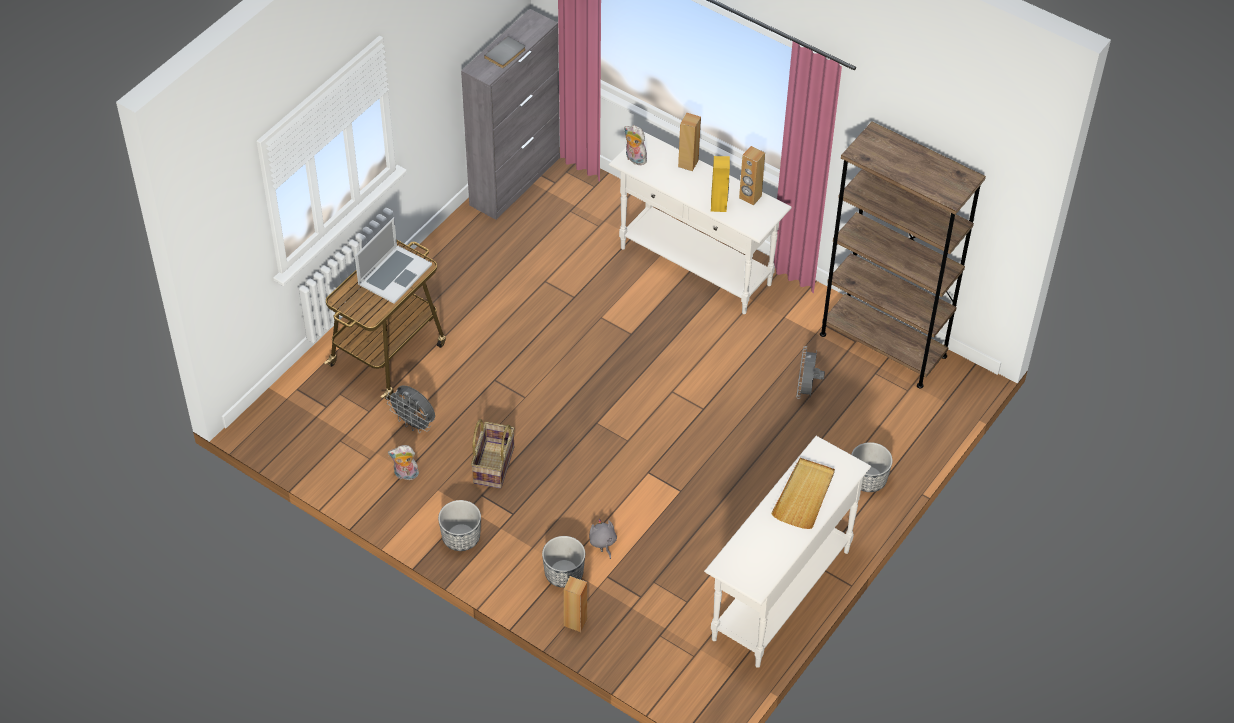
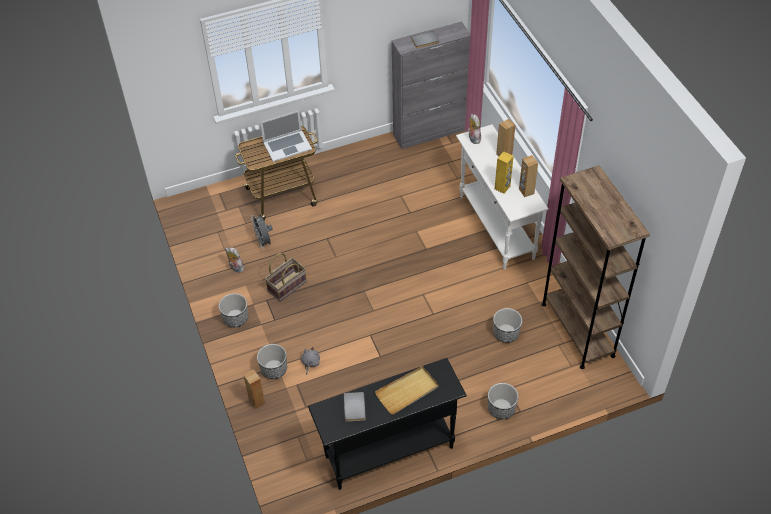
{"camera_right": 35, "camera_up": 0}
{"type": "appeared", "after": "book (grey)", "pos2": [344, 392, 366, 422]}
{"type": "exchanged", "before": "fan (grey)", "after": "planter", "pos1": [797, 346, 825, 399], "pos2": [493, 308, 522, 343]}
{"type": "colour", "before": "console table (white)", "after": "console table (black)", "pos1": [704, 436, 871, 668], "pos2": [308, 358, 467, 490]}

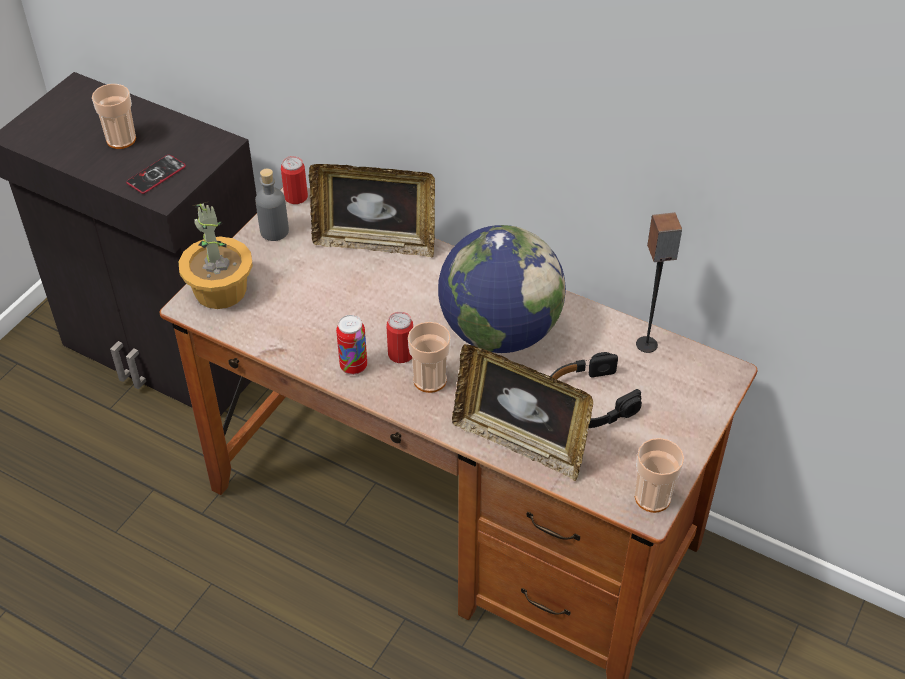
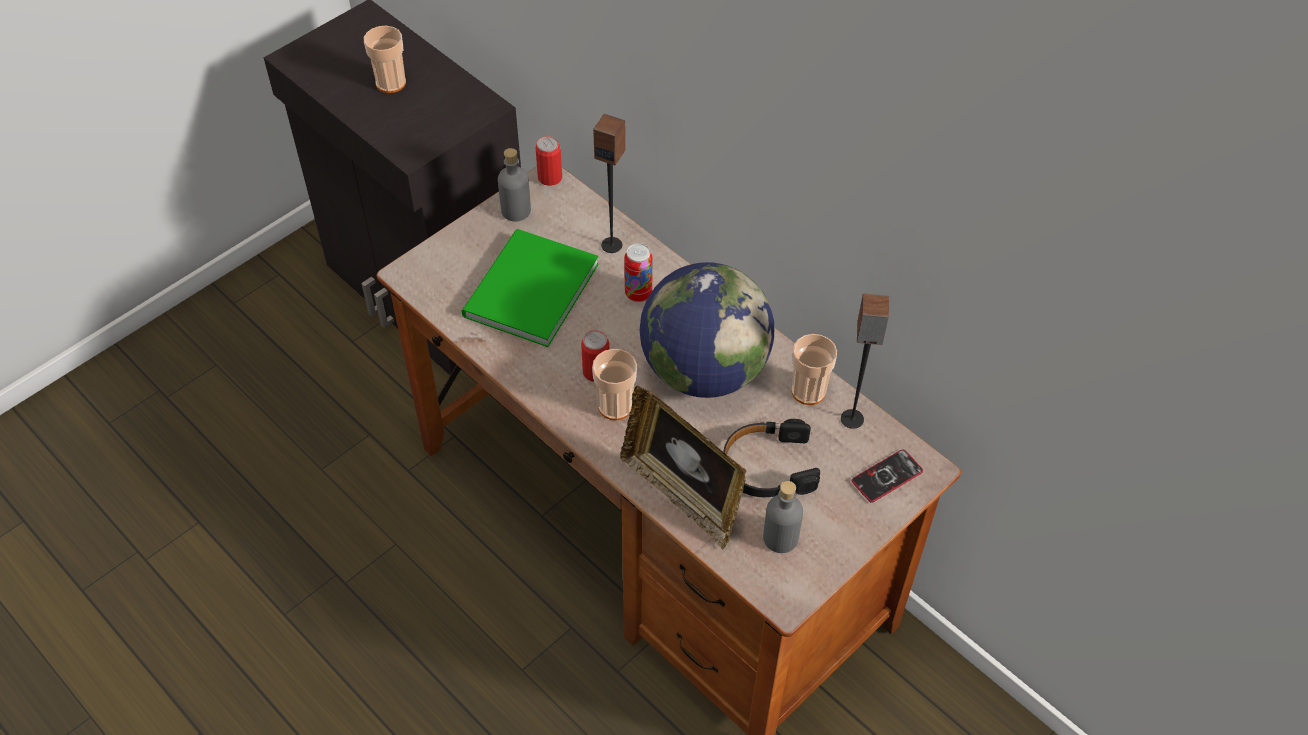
{"camera_right": 15, "camera_up": 5}
{"type": "missing", "before": "potted plant", "pos1": [179, 201, 253, 309]}
{"type": "appeared", "after": "book (green)", "pos2": [462, 229, 599, 347]}
{"type": "appeared", "after": "bottle (grey)", "pos2": [763, 481, 803, 553]}
{"type": "relocated", "before": "phone", "pos1": [126, 155, 186, 194], "pos2": [852, 449, 923, 502]}
{"type": "relocated", "before": "can", "pos1": [336, 315, 367, 375], "pos2": [624, 243, 653, 302]}
{"type": "relocated", "before": "cup", "pos1": [635, 438, 684, 513], "pos2": [792, 334, 837, 405]}
{"type": "exchanged", "before": "picture frame", "after": "speaker", "pos1": [309, 164, 435, 258], "pos2": [593, 114, 626, 253]}

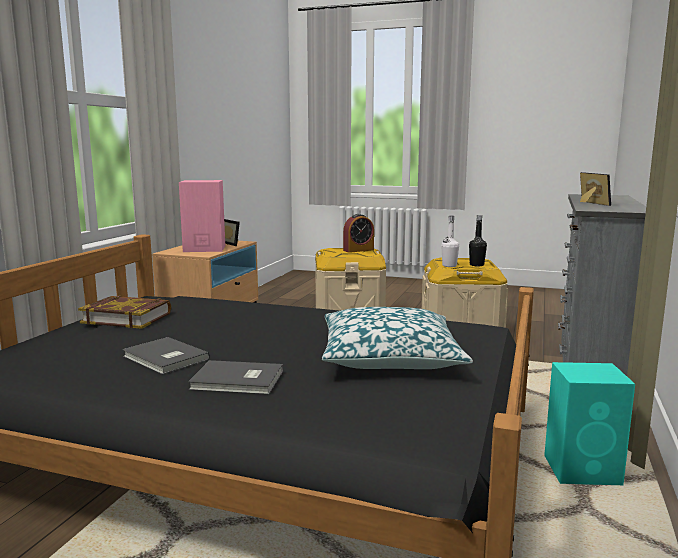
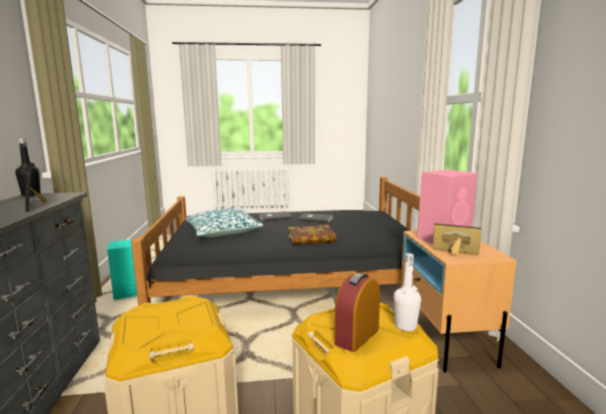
{"camera_right": 155, "camera_up": 0}
{"type": "relocated", "before": "book", "pos1": [78, 296, 171, 329], "pos2": [288, 225, 336, 245]}
{"type": "relocated", "before": "bottle (white)", "pos1": [441, 216, 459, 267], "pos2": [394, 253, 421, 331]}
{"type": "relocated", "before": "bottle (black)", "pos1": [469, 215, 487, 266], "pos2": [15, 138, 41, 196]}

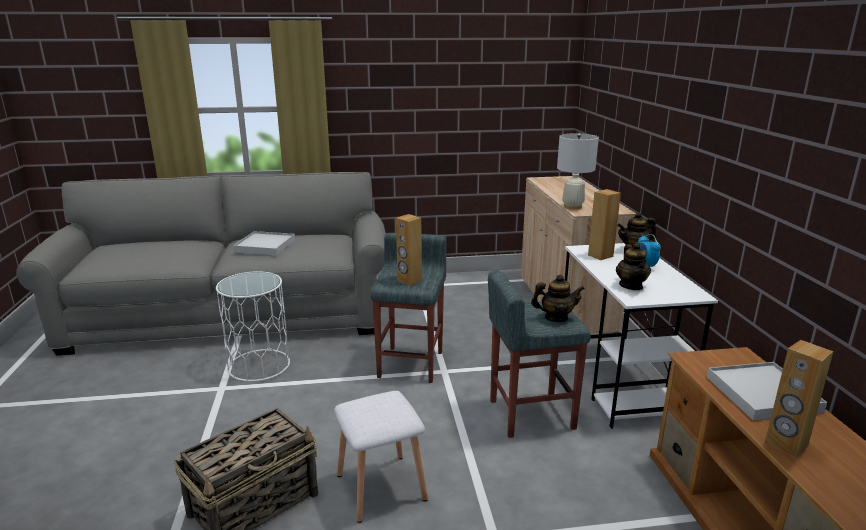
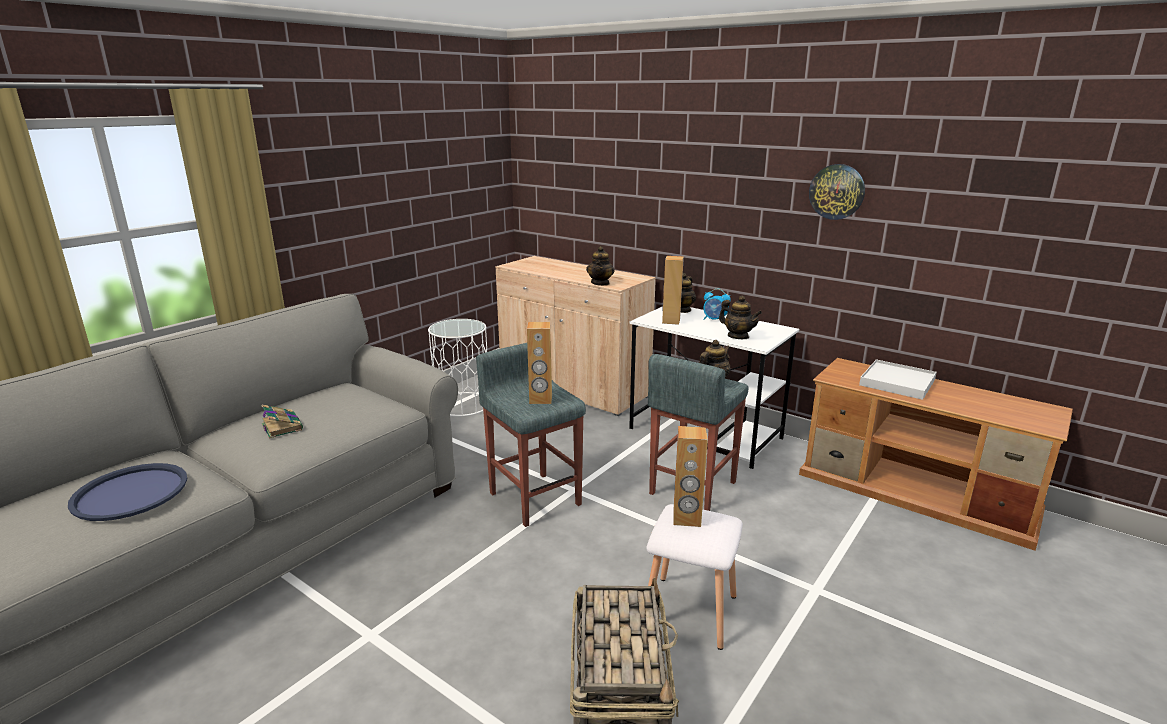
{"camera_right": -45, "camera_up": 0}
{"type": "appeared", "after": "tray (blue)", "pos2": [68, 463, 187, 521]}
{"type": "appeared", "after": "wall clock", "pos2": [809, 164, 865, 220]}
{"type": "relocated", "before": "side table (white)", "pos1": [216, 271, 290, 382], "pos2": [428, 319, 487, 417]}
{"type": "relocated", "before": "speaker (brown)", "pos1": [765, 340, 833, 457], "pos2": [673, 426, 708, 527]}
{"type": "exchanged", "before": "tray (white)", "after": "book", "pos1": [233, 231, 295, 255], "pos2": [261, 405, 303, 439]}
{"type": "exchanged", "before": "table lamp (white)", "after": "teapot", "pos1": [557, 133, 599, 210], "pos2": [586, 246, 615, 286]}

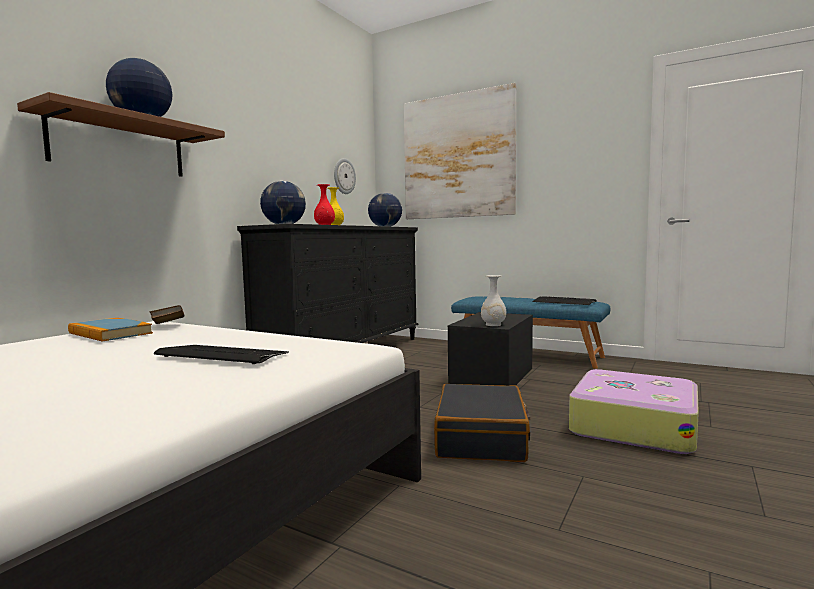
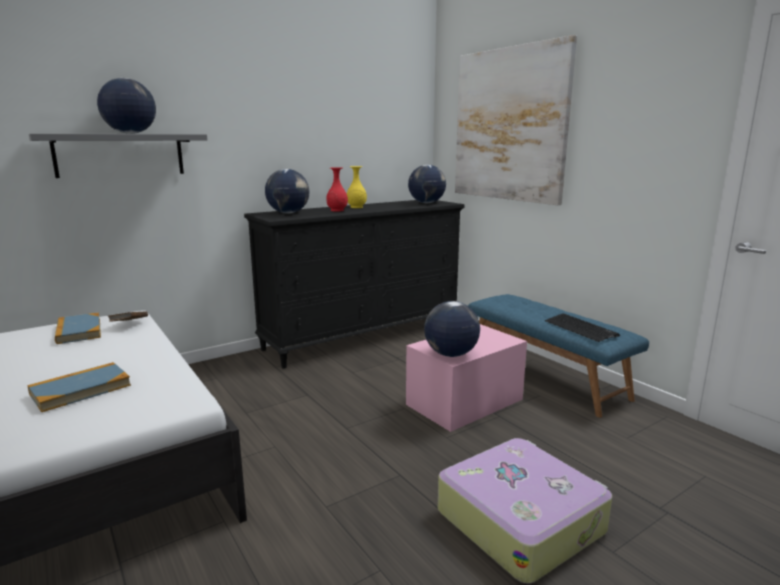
{"camera_right": 25, "camera_up": 10}
{"type": "missing", "before": "wall clock", "pos1": [334, 158, 356, 194]}
{"type": "missing", "before": "suitcase (black)", "pos1": [434, 384, 531, 462]}
{"type": "exchanged", "before": "keyboard", "after": "book", "pos1": [154, 345, 289, 364], "pos2": [27, 362, 131, 412]}
{"type": "exchanged", "before": "vase (white)", "after": "globe", "pos1": [481, 275, 506, 326], "pos2": [424, 301, 480, 357]}
{"type": "colour", "before": "shelf (brown)", "after": "shelf (grey)", "pos1": [17, 92, 225, 177], "pos2": [29, 134, 207, 178]}
{"type": "colour", "before": "storage box (black)", "after": "storage box (pink)", "pos1": [448, 312, 533, 386], "pos2": [406, 324, 527, 432]}

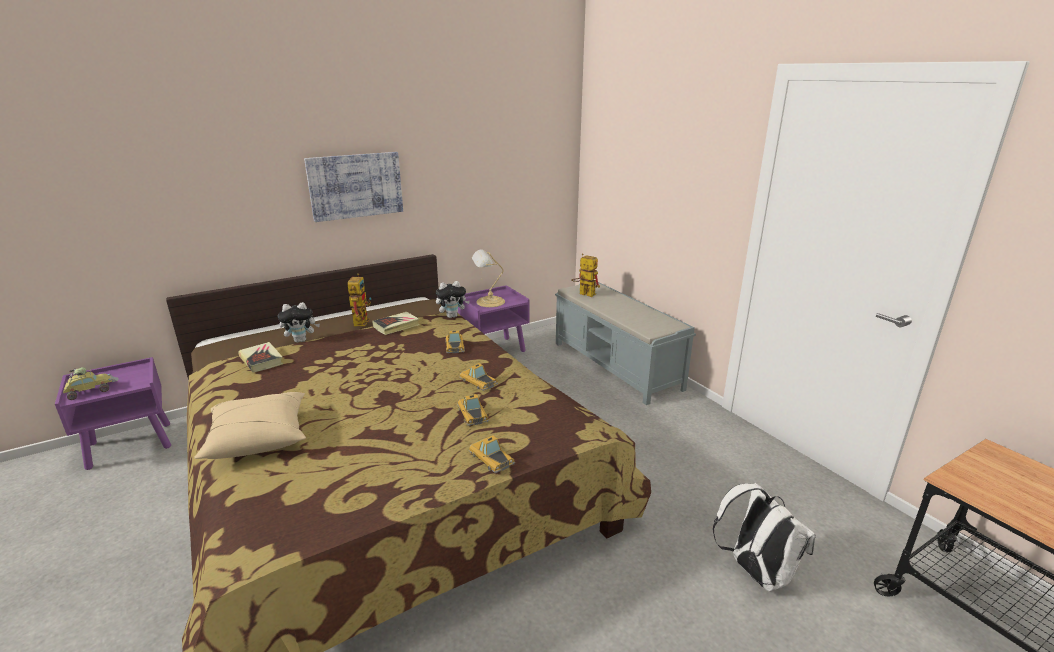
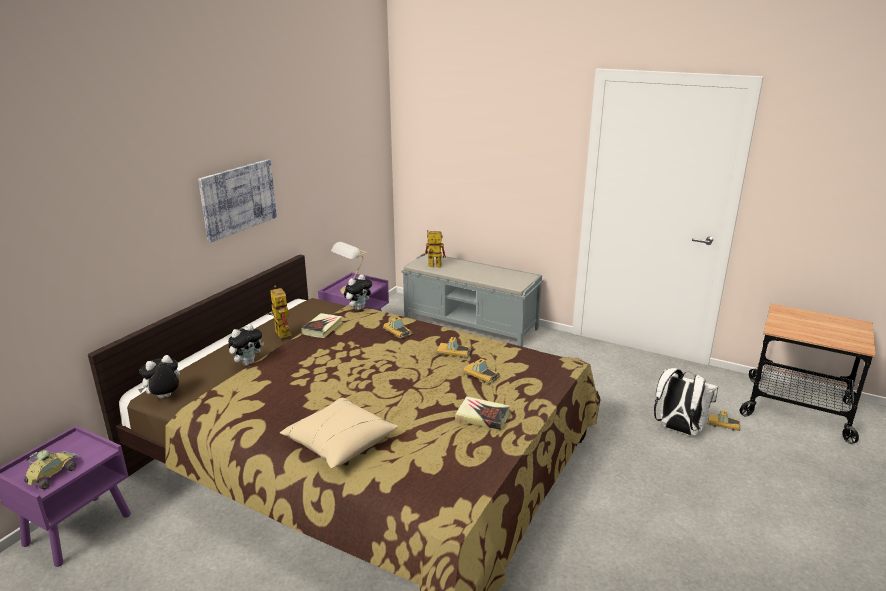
{"camera_right": -30, "camera_up": 0}
{"type": "appeared", "after": "plush toy", "pos2": [138, 355, 180, 398]}
{"type": "relocated", "before": "book", "pos1": [239, 342, 283, 372], "pos2": [455, 396, 510, 430]}
{"type": "relocated", "before": "toy car", "pos1": [469, 436, 515, 473], "pos2": [707, 410, 740, 431]}

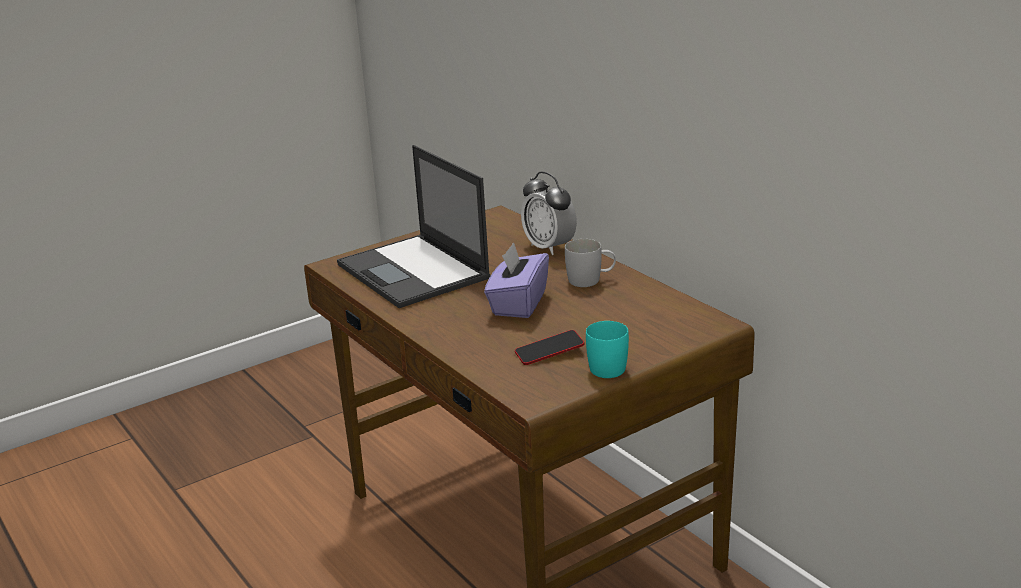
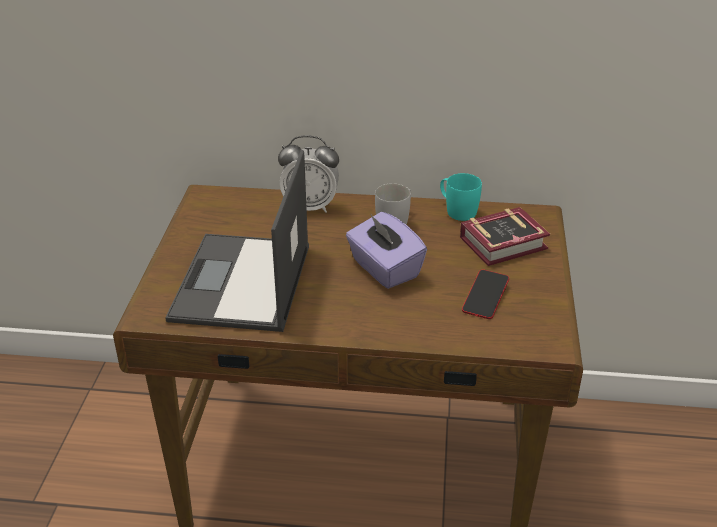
{"camera_right": -50, "camera_up": 10}
{"type": "appeared", "after": "book", "pos2": [460, 207, 550, 266]}
{"type": "relocated", "before": "mug (turquoise)", "pos1": [586, 321, 629, 378], "pos2": [440, 173, 482, 221]}
{"type": "spun", "before": "laptop", "pos1": [337, 145, 491, 308], "pos2": [165, 150, 309, 332], "turn": 90}

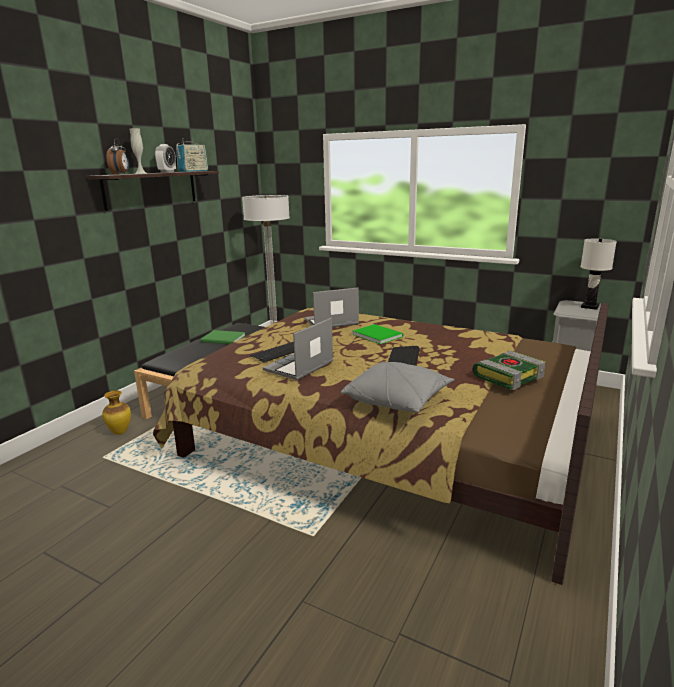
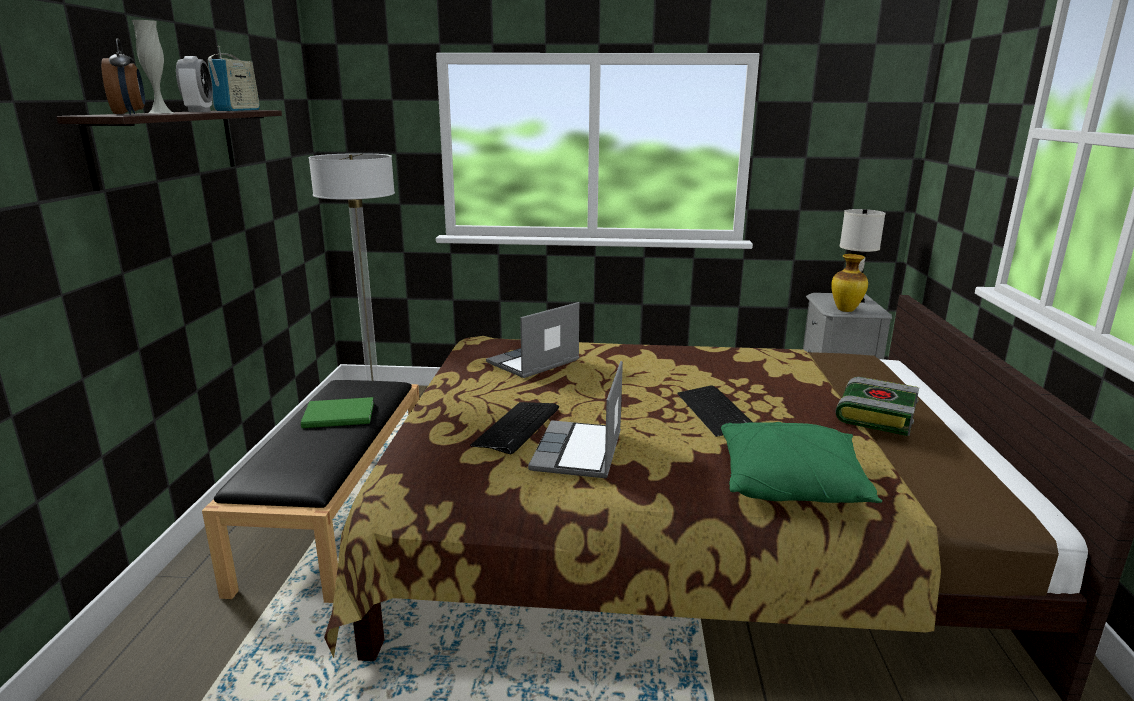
{"camera_right": -25, "camera_up": 0}
{"type": "missing", "before": "book (green)", "pos1": [352, 324, 403, 344]}
{"type": "relocated", "before": "vase", "pos1": [102, 390, 131, 435], "pos2": [831, 254, 868, 312]}
{"type": "colour", "before": "pillow (grey)", "after": "pillow (green)", "pos1": [341, 362, 454, 413], "pos2": [721, 422, 882, 503]}

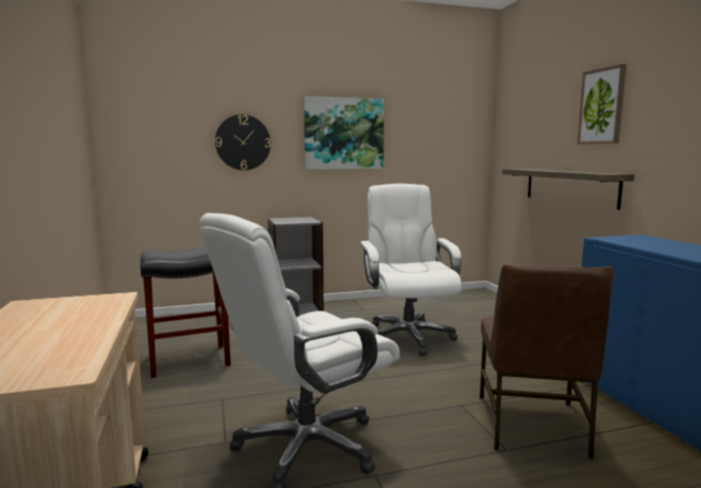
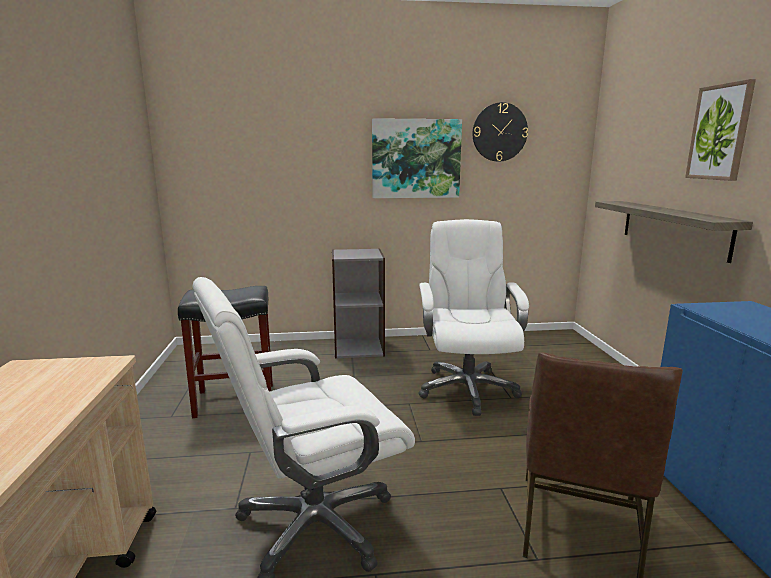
{"camera_right": 10, "camera_up": 5}
{"type": "relocated", "before": "wall clock", "pos1": [215, 114, 271, 170], "pos2": [472, 102, 528, 162]}

